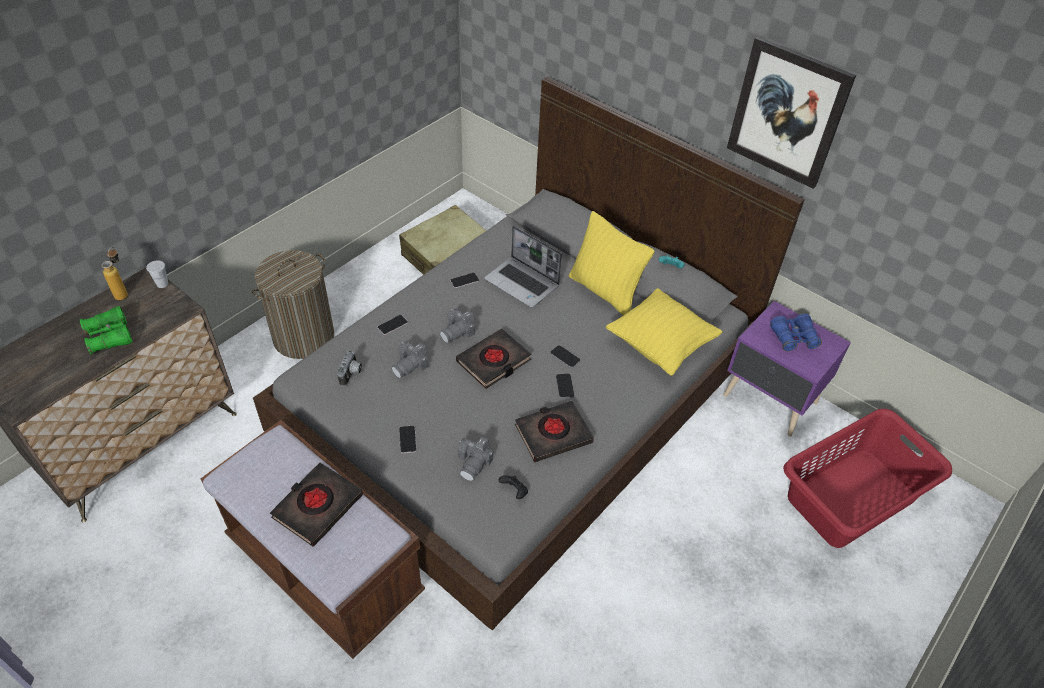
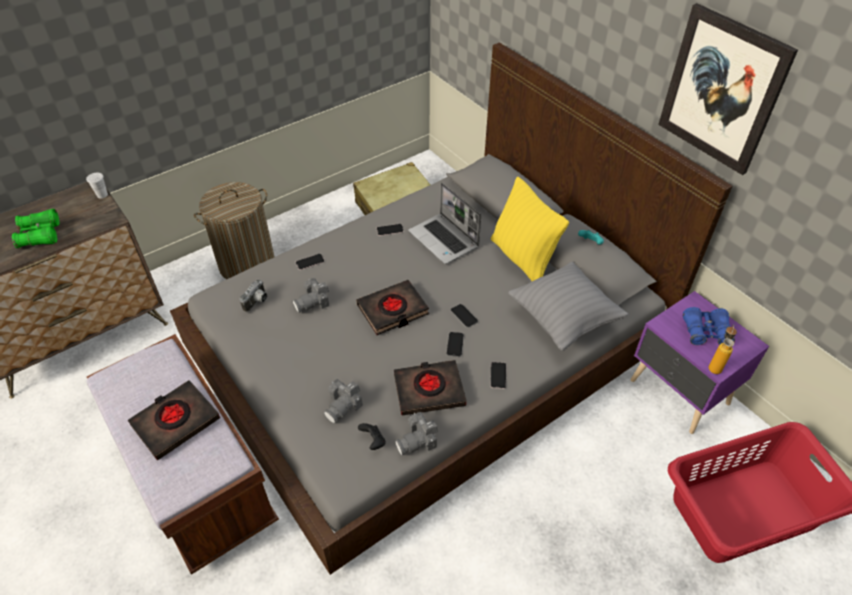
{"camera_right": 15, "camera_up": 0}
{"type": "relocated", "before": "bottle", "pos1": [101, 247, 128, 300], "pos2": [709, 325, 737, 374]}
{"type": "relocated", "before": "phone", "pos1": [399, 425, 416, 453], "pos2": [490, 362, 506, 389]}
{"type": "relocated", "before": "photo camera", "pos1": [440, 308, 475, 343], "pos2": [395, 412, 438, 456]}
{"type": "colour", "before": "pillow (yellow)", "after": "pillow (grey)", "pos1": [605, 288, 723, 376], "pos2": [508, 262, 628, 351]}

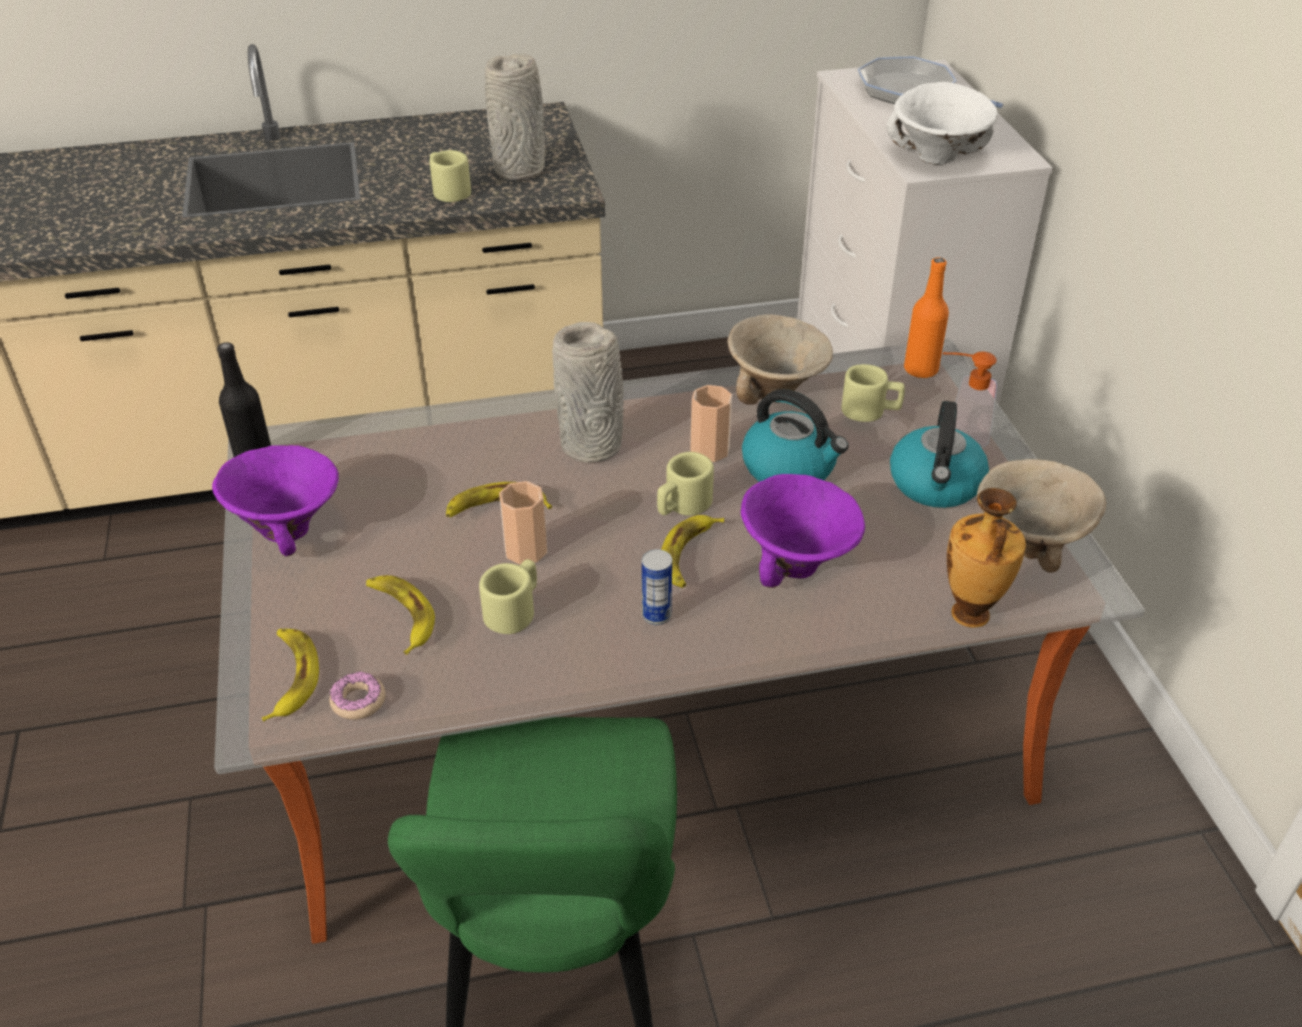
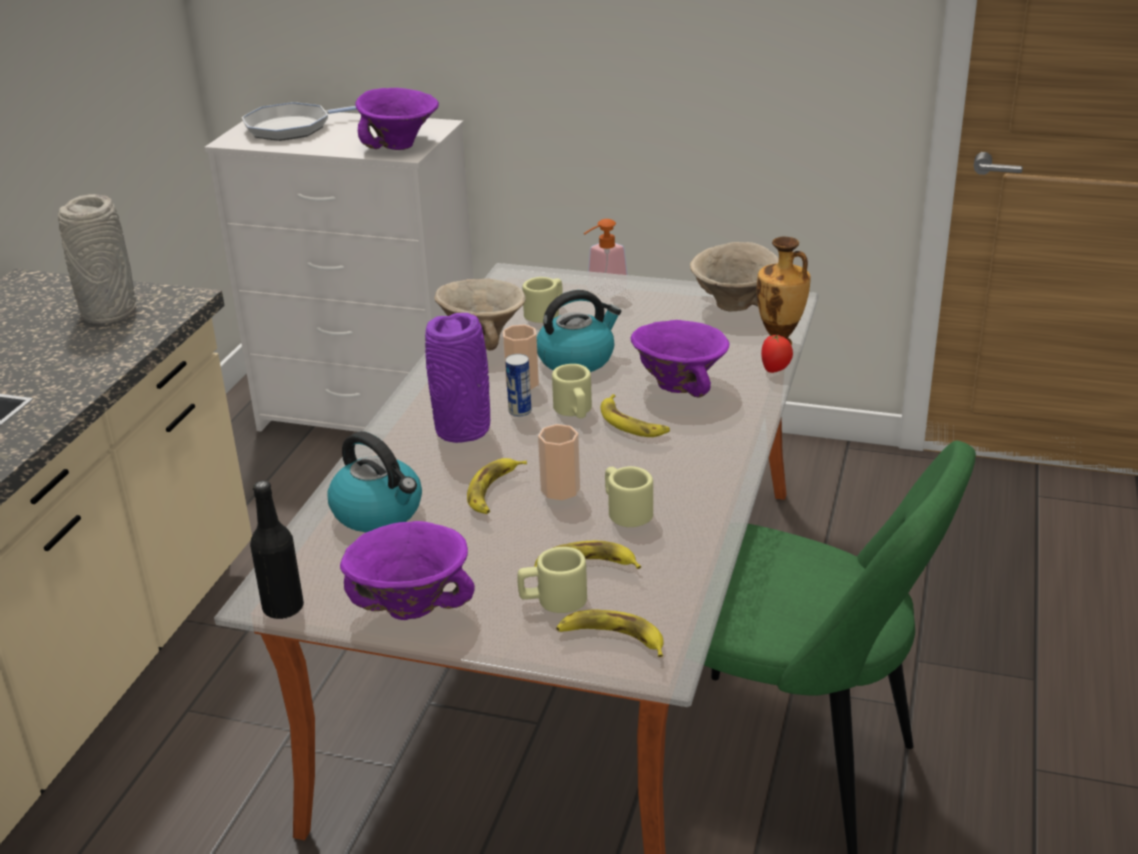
{"camera_right": -60, "camera_up": -10}
{"type": "missing", "before": "donut", "pos1": [329, 672, 386, 720]}
{"type": "missing", "before": "bottle (orange)", "pos1": [904, 257, 949, 378]}
{"type": "appeared", "after": "tomato", "pos2": [761, 334, 793, 373]}
{"type": "relocated", "before": "mug (beige)", "pos1": [429, 150, 471, 202], "pos2": [517, 547, 587, 613]}
{"type": "relocated", "before": "can", "pos1": [642, 549, 672, 625], "pos2": [505, 354, 531, 417]}
{"type": "relocated", "before": "kettle", "pos1": [890, 401, 989, 508], "pos2": [327, 431, 422, 532]}
{"type": "colour", "before": "vase (grey)", "after": "vase (purple)", "pos1": [552, 322, 624, 463], "pos2": [425, 313, 490, 443]}
{"type": "colour", "before": "bowl (white)", "after": "bowl (purple)", "pos1": [887, 82, 998, 165], "pos2": [355, 88, 439, 150]}

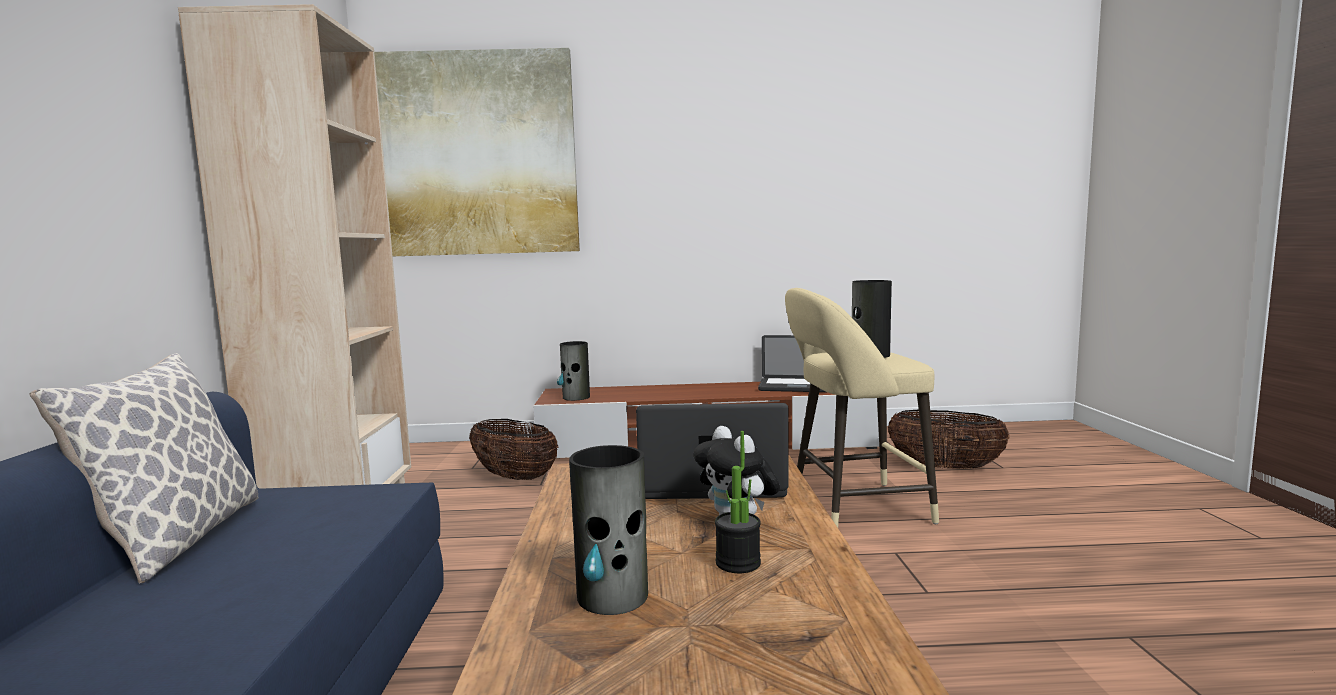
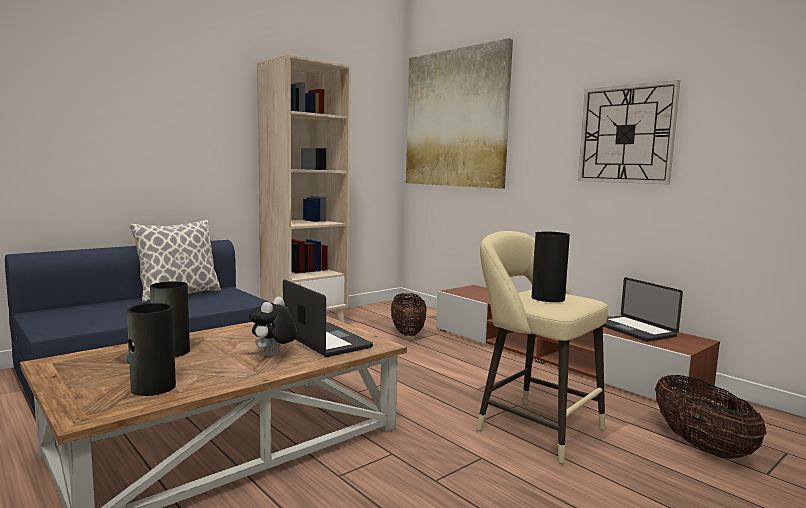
{"camera_right": 50, "camera_up": 0}
{"type": "missing", "before": "potted plant", "pos1": [715, 431, 761, 573]}
{"type": "appeared", "after": "wall clock", "pos2": [578, 80, 680, 185]}
{"type": "relocated", "before": "vase", "pos1": [557, 341, 590, 401], "pos2": [126, 303, 176, 396]}

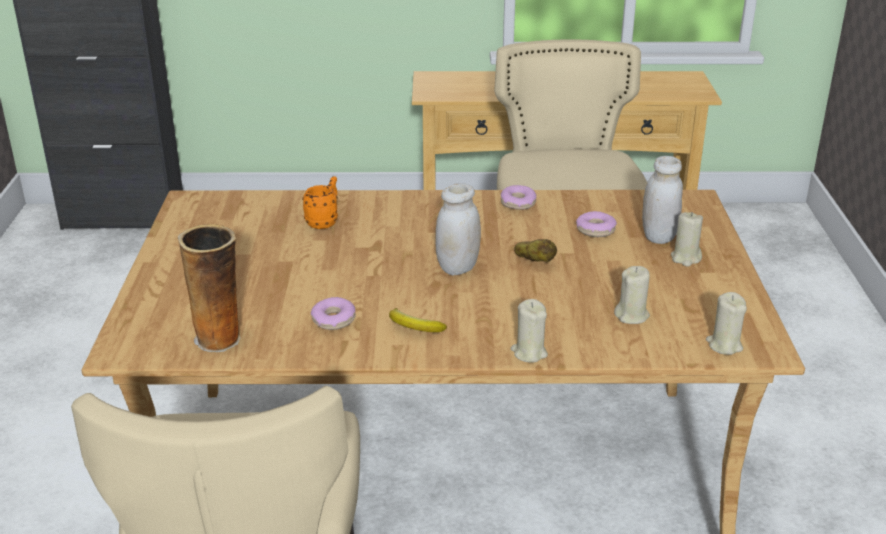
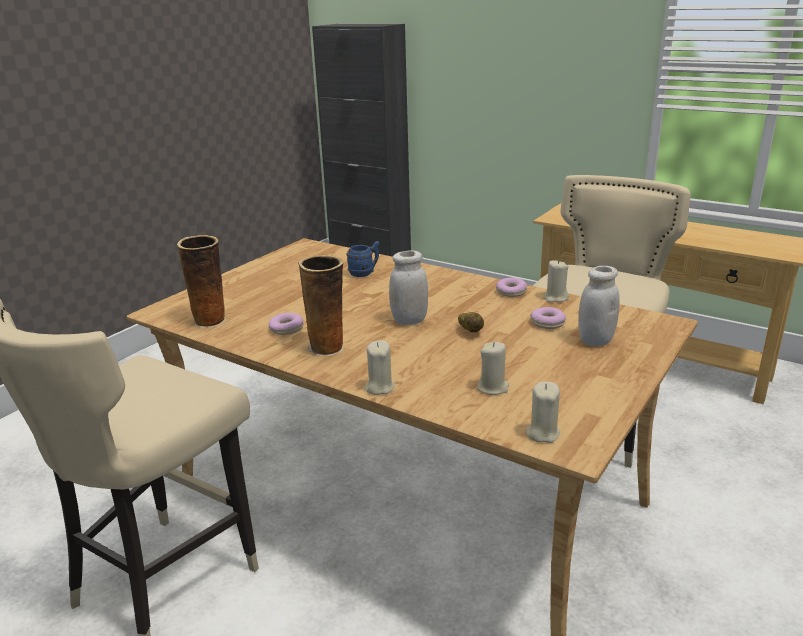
{"camera_right": 35, "camera_up": -5}
{"type": "relocated", "before": "candle (beige)", "pos1": [671, 212, 703, 267], "pos2": [543, 260, 569, 303]}
{"type": "exchanged", "before": "banana", "after": "vase", "pos1": [389, 308, 447, 332], "pos2": [298, 255, 344, 356]}
{"type": "colour", "before": "mug (orange)", "after": "mug (blue)", "pos1": [302, 176, 338, 229], "pos2": [346, 241, 379, 277]}

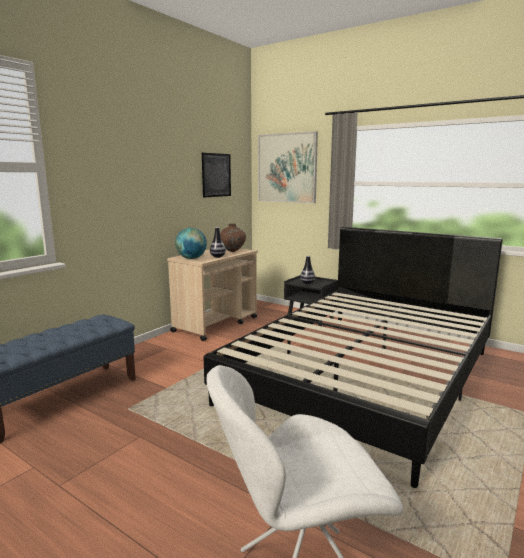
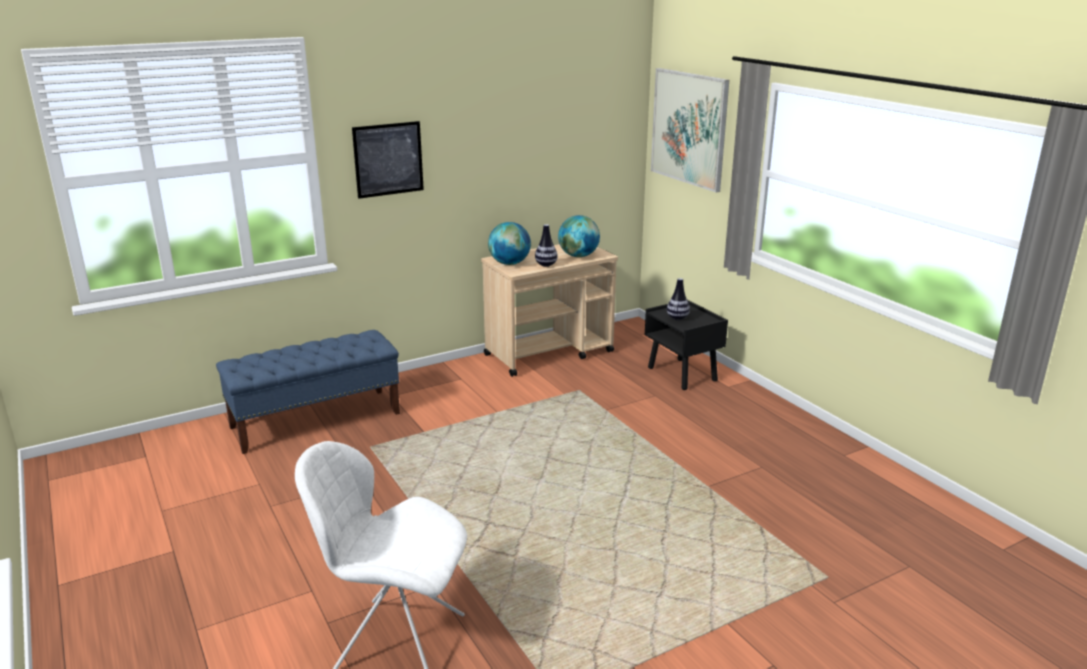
{"camera_right": 25, "camera_up": 10}
{"type": "missing", "before": "bed (black)", "pos1": [203, 227, 503, 488]}
{"type": "relocated", "before": "picture", "pos1": [202, 153, 231, 198], "pos2": [352, 121, 424, 199]}
{"type": "exchanged", "before": "vase (brown)", "after": "globe", "pos1": [220, 223, 246, 252], "pos2": [558, 215, 600, 257]}

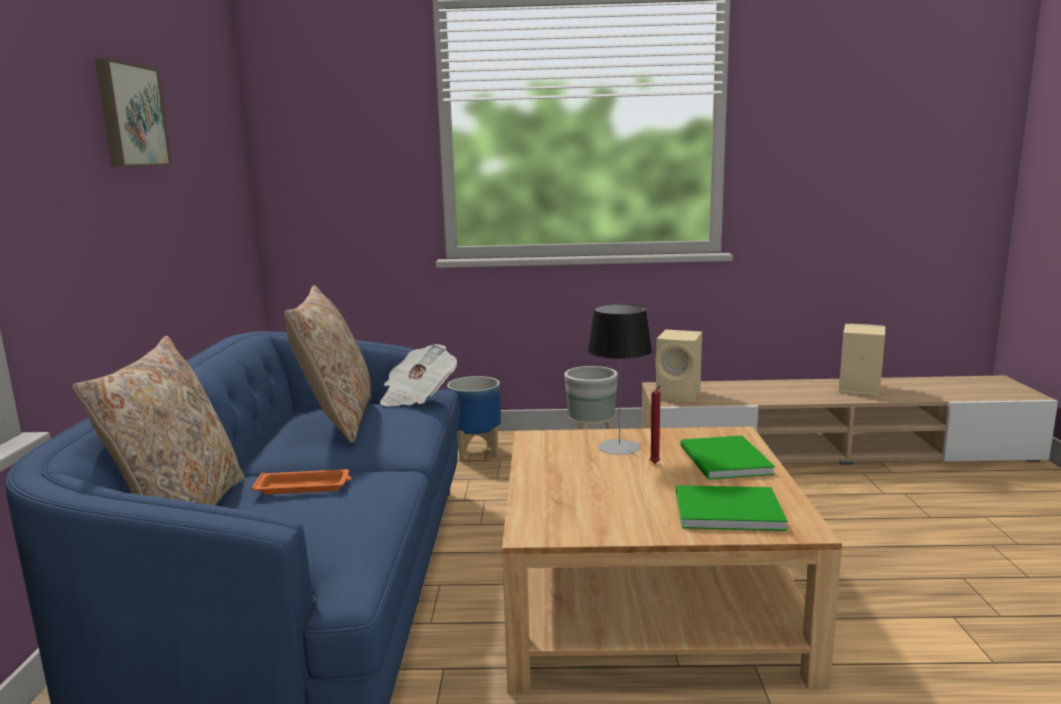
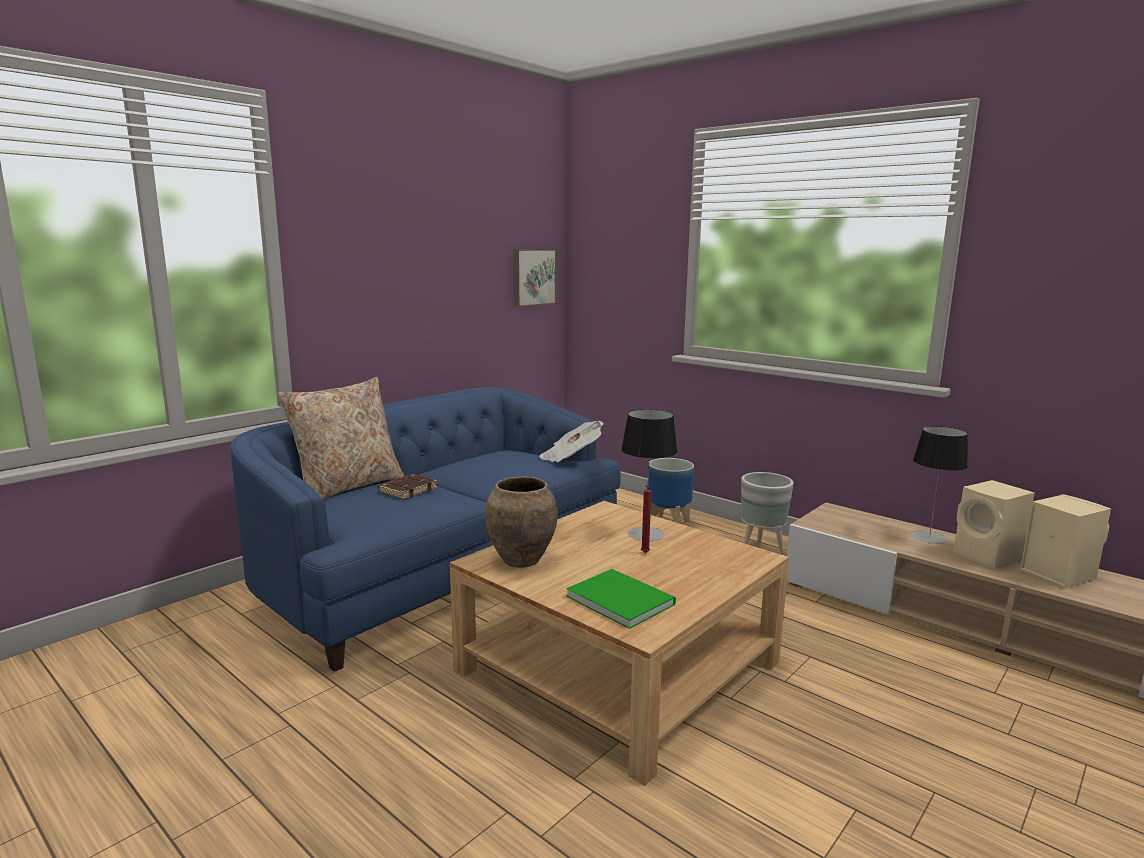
{"camera_right": 40, "camera_up": 0}
{"type": "missing", "before": "pillow (beige)", "pos1": [284, 285, 371, 443]}
{"type": "missing", "before": "book (green)", "pos1": [680, 436, 775, 480]}
{"type": "appeared", "after": "vase (brown)", "pos2": [485, 477, 558, 568]}
{"type": "appeared", "after": "table lamp", "pos2": [911, 426, 968, 544]}
{"type": "relocated", "before": "picture", "pos1": [95, 58, 172, 167], "pos2": [513, 249, 557, 307]}
{"type": "relocated", "before": "speaker (beige)", "pos1": [655, 330, 702, 402], "pos2": [953, 480, 1035, 568]}
{"type": "exchanged", "before": "tray (orange)", "after": "book (brown)", "pos1": [252, 469, 352, 494], "pos2": [378, 474, 438, 499]}

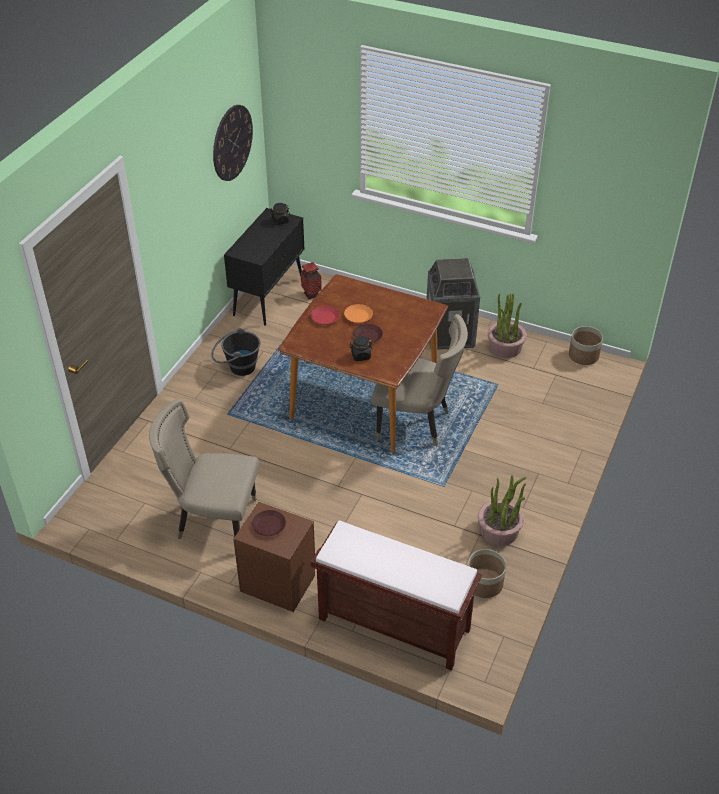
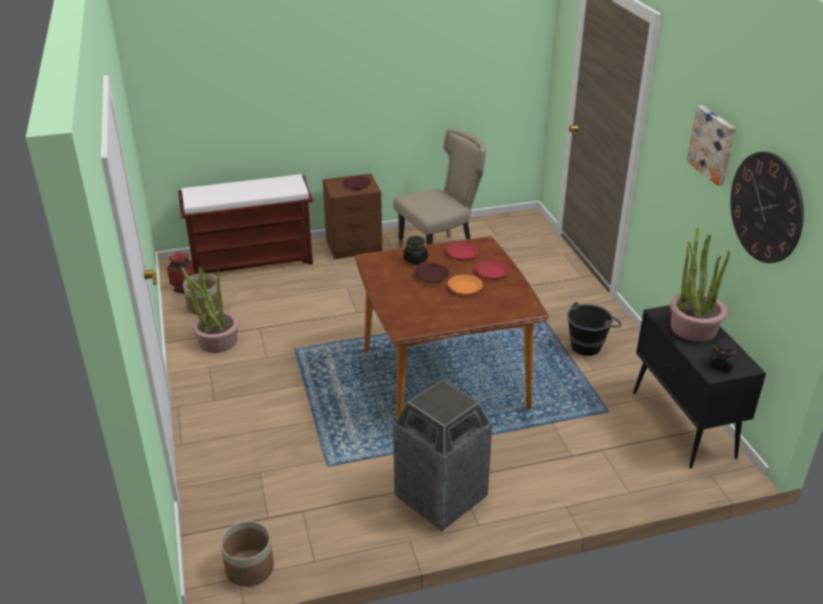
{"camera_right": 140, "camera_up": -10}
{"type": "missing", "before": "chair (beige)", "pos1": [371, 314, 468, 447]}
{"type": "appeared", "after": "plate (red)", "pos2": [446, 242, 479, 260]}
{"type": "appeared", "after": "picture", "pos2": [686, 105, 736, 186]}
{"type": "relocated", "before": "vase", "pos1": [301, 262, 322, 300], "pos2": [167, 252, 194, 294]}
{"type": "relocated", "before": "potted plant", "pos1": [488, 293, 527, 358], "pos2": [670, 227, 730, 342]}

